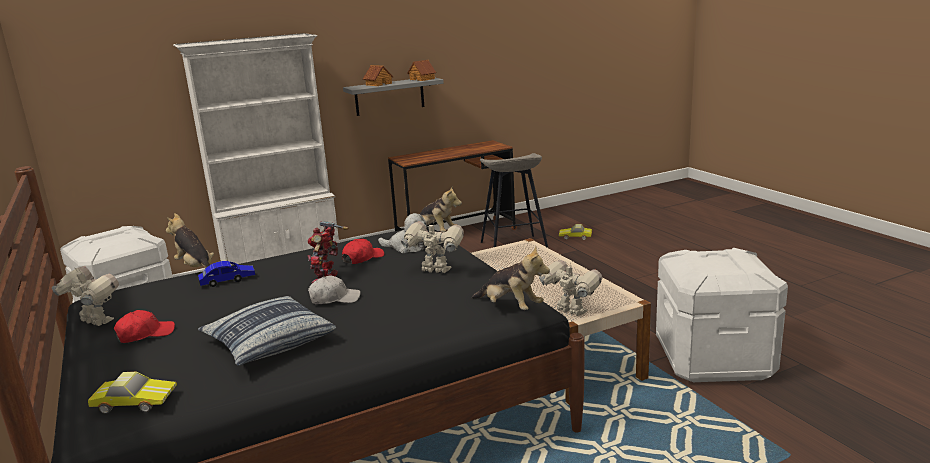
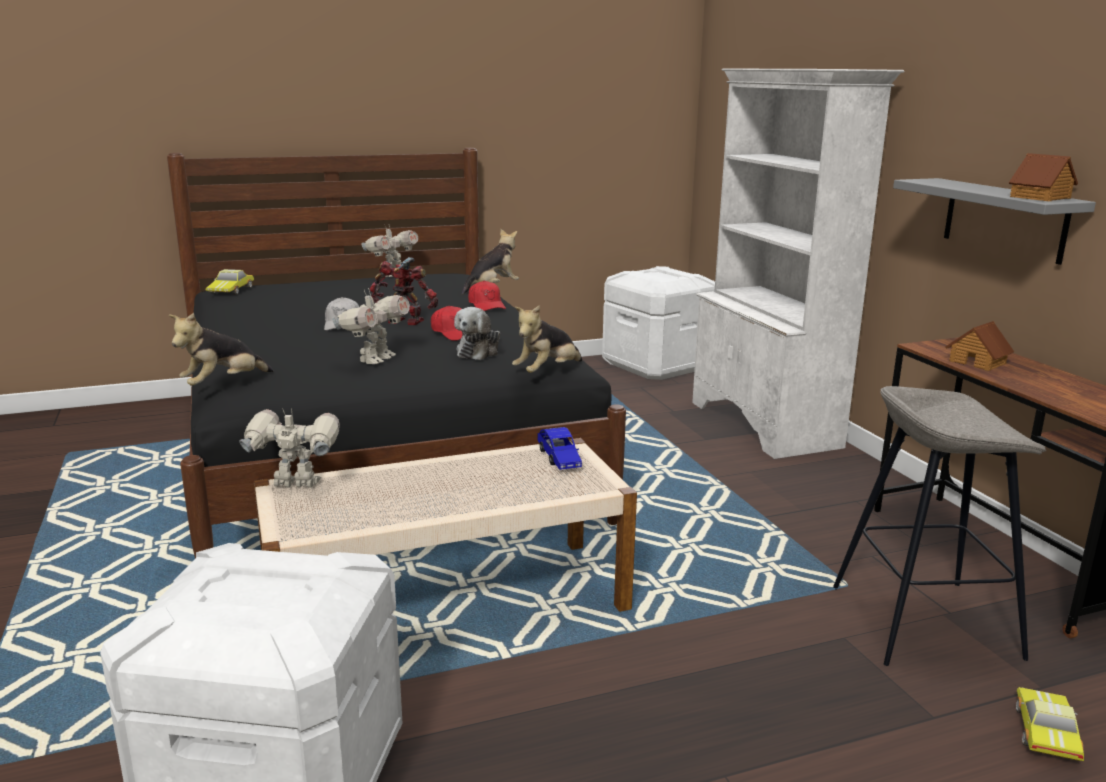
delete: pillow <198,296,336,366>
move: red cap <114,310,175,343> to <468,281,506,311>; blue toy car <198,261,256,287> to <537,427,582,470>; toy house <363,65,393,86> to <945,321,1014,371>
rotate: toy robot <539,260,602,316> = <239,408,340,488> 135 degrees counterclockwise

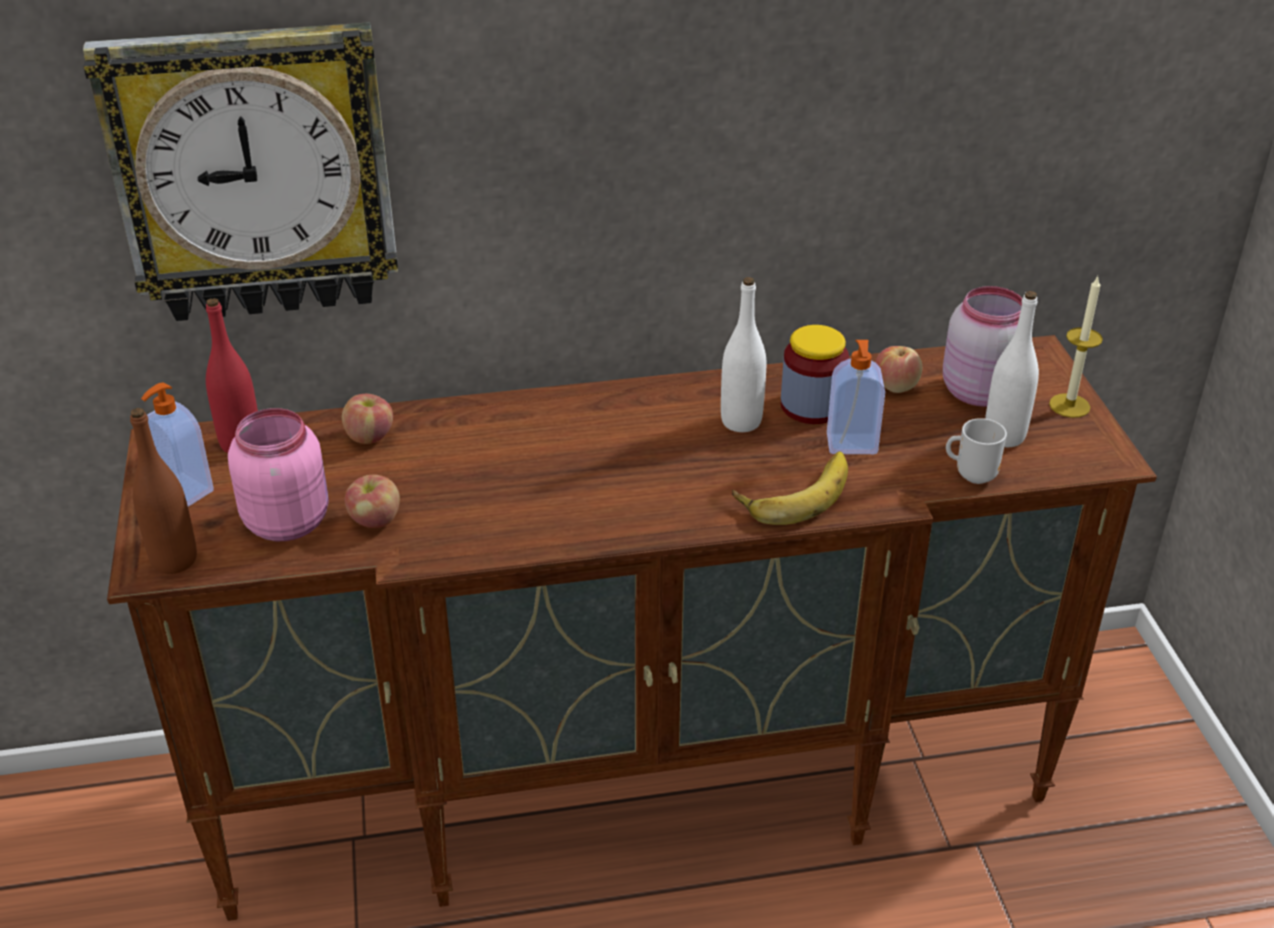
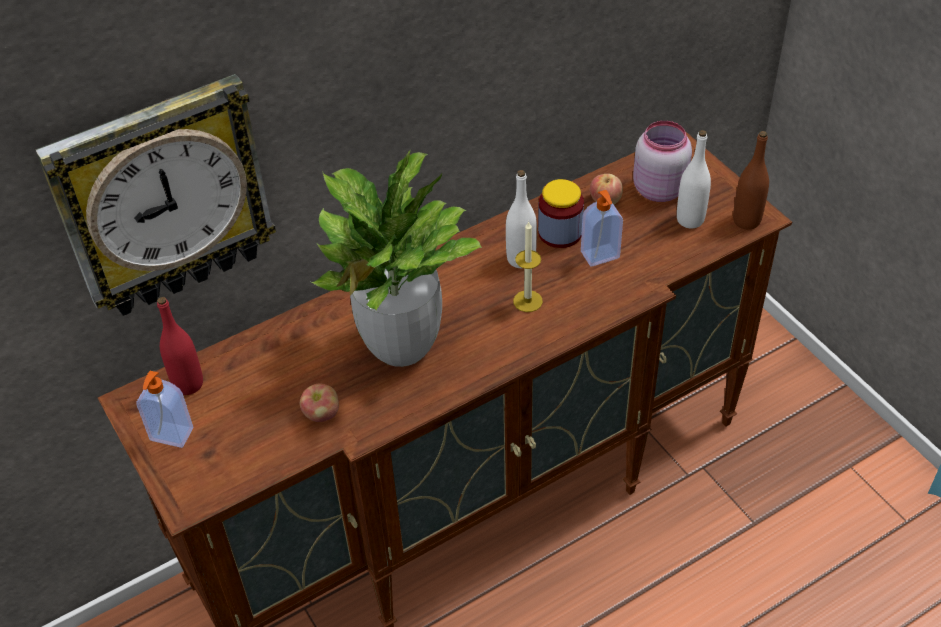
delete: pink jar <228,408,329,541>; apple <342,394,393,444>; banana <732,451,848,525>; mug <946,418,1007,484>
insert: potted plant <311,149,482,367>
move: brown bottle <130,408,197,574> to <733,131,769,230>; candle <1049,276,1103,418> to <513,221,543,312>

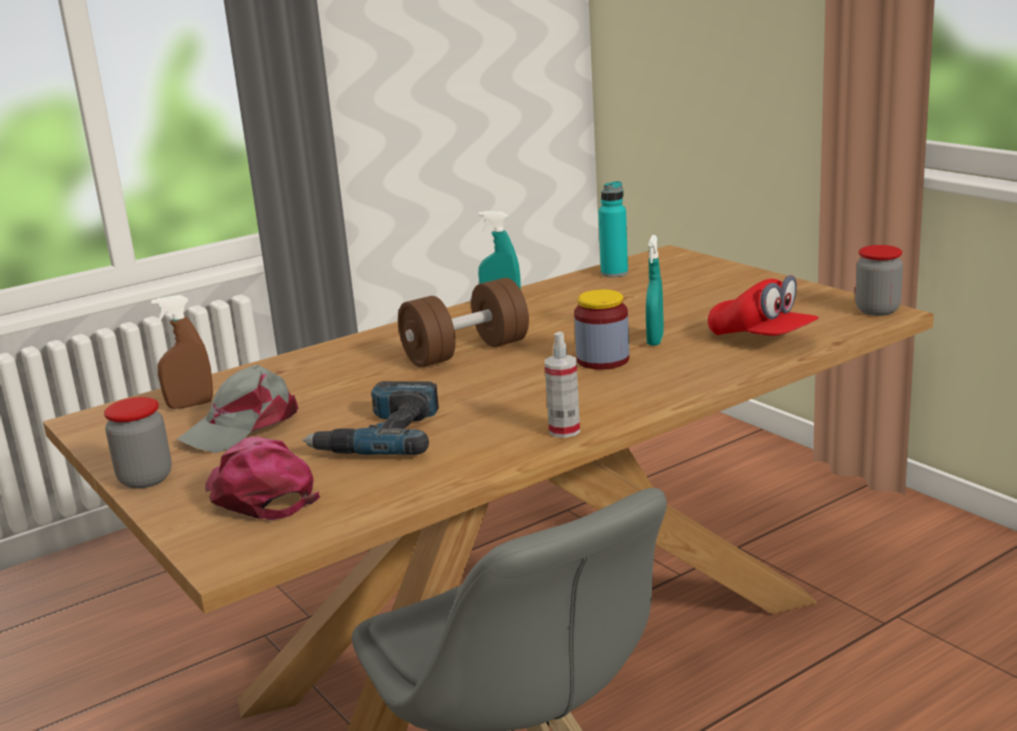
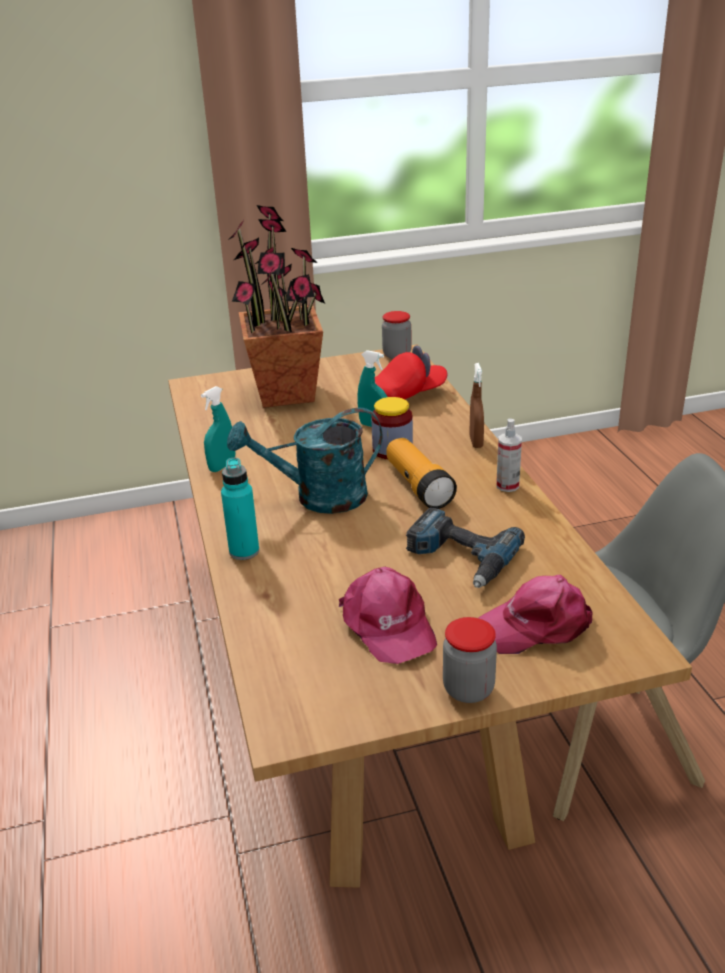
insert: potted plant <228,205,325,408>; flashlight <386,438,457,509>
move: brown spray bottle <151,295,213,409> to <469,363,484,448>; turquoise bottle <598,181,628,277> to <221,458,259,560>
replace: brown dumbbell <398,278,529,367> to turquoise watering can <227,407,383,514>
recolor: grey cap <177,365,299,453> to pink cap <339,567,437,664>

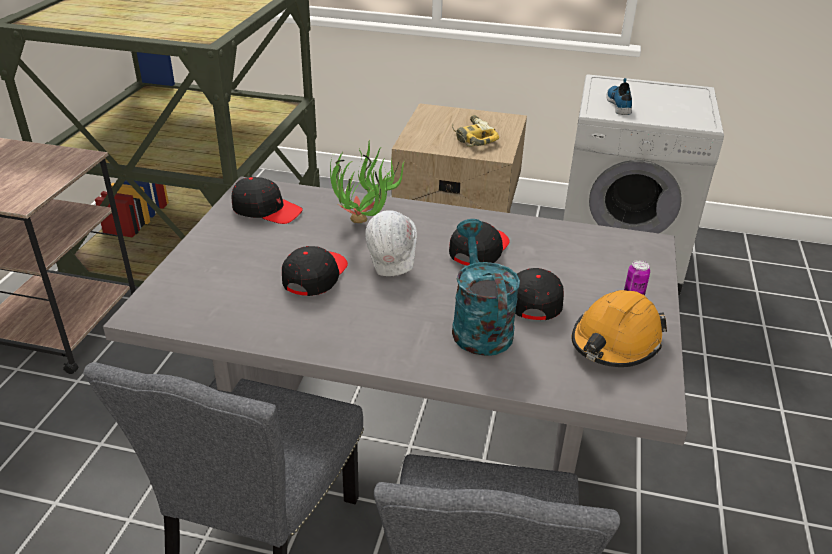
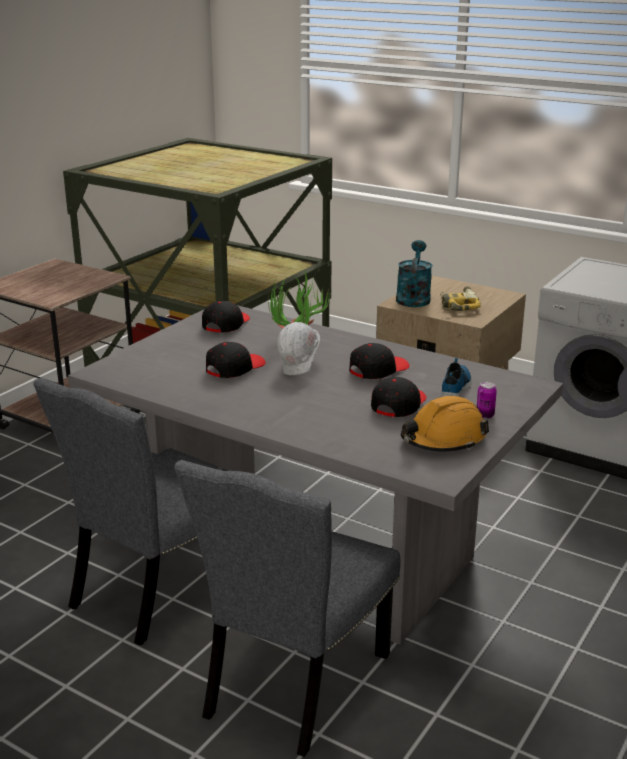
move: turquoise watering can <452,219,520,356> to <396,240,432,307>; shoe <606,78,632,115> to <440,358,472,397>
rotate: black cap <232,177,303,224> = <202,301,250,333> 105 degrees counterclockwise

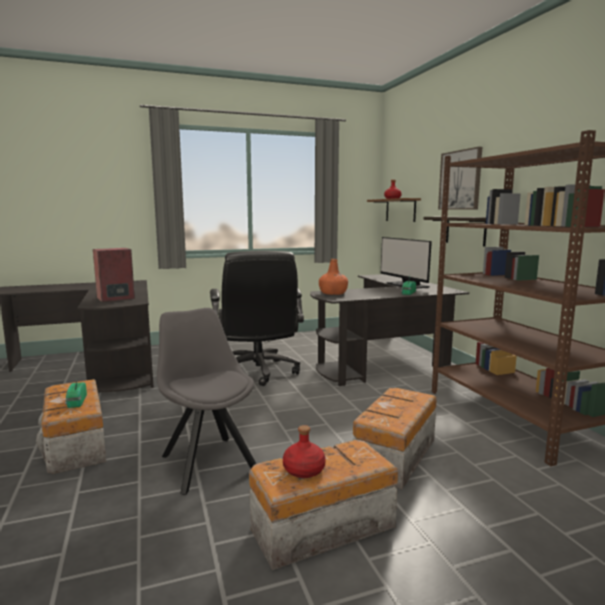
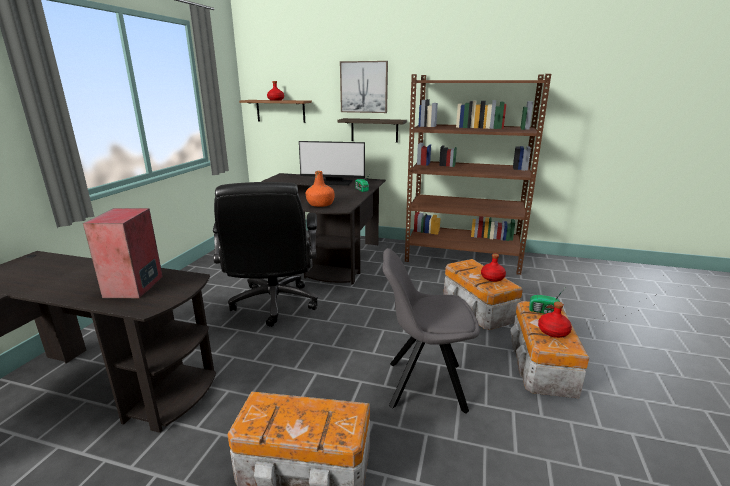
insert: red bottle <481,254,506,282>
move: radio <65,380,87,408> to <529,288,565,314>
rotate: black office chair <210,251,304,386> = <213,182,318,327> 60 degrees clockwise

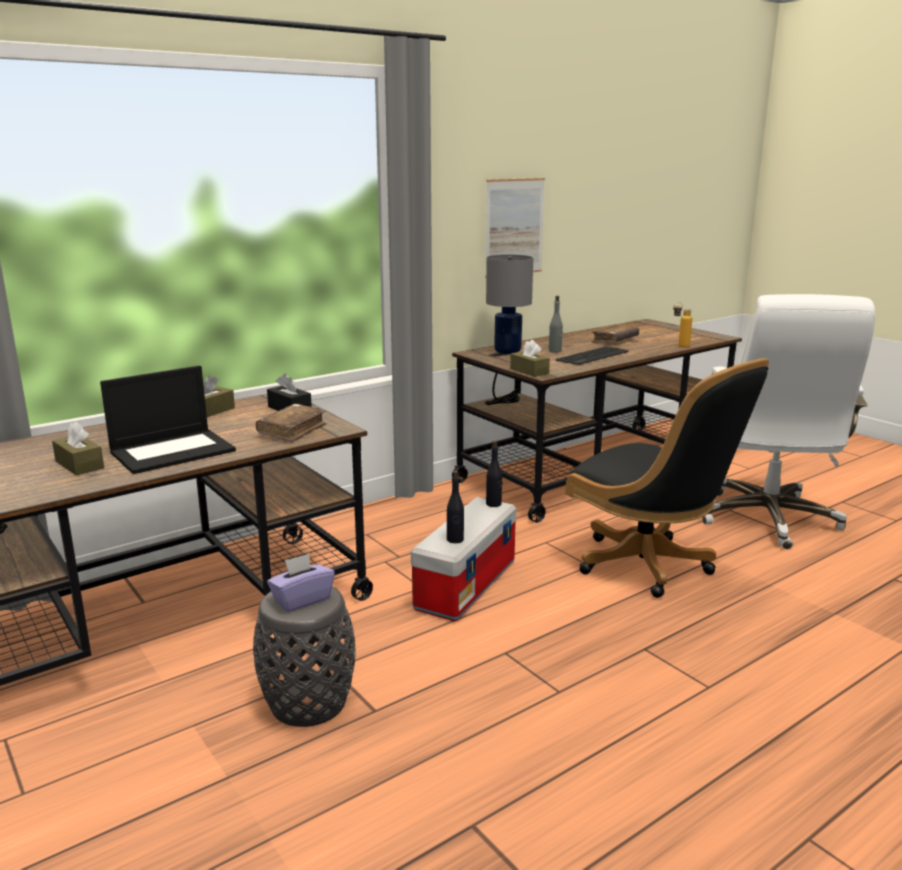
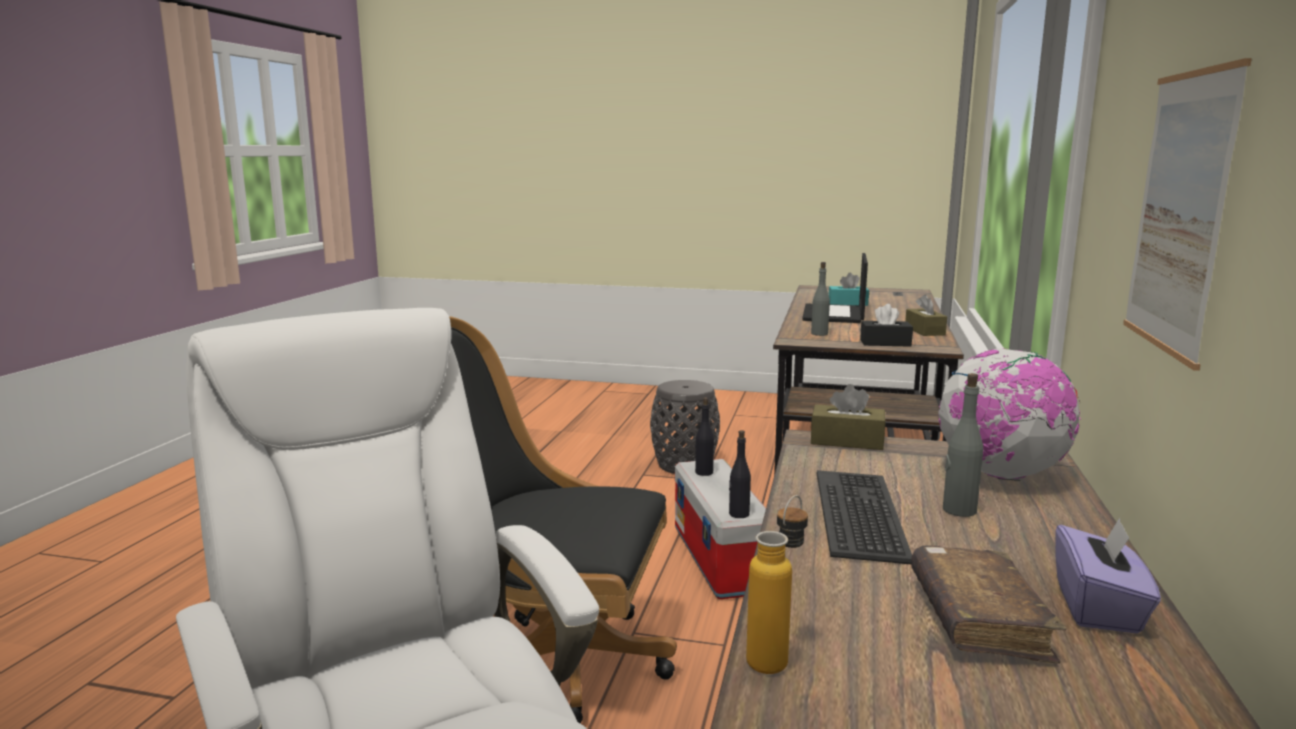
move: purple tissue box <267,553,335,612> to <1055,517,1161,634>
replace: brown book <256,404,326,443> to grey bottle <811,262,830,336>; grey table lamp <486,255,533,354> to globe <938,348,1081,479>
recolor: brown tissue box <52,422,104,475> to turquoise tissue box <828,273,869,306>

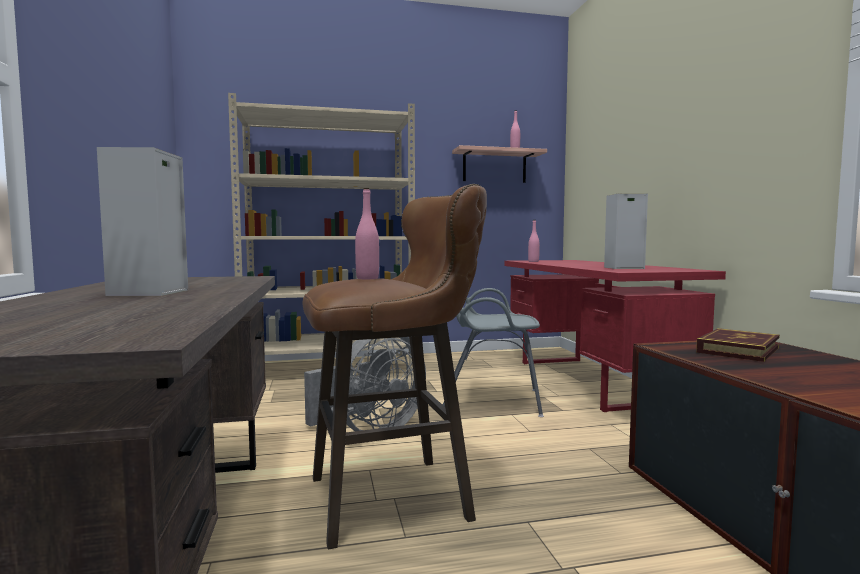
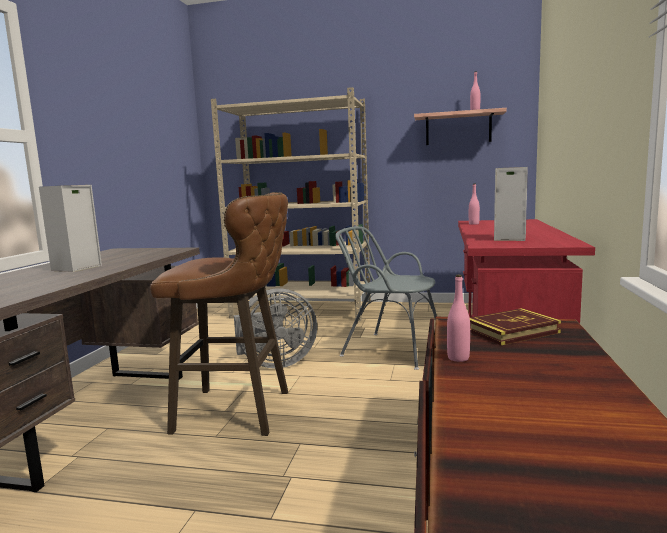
move: pink bottle <355,188,379,279> to <447,275,470,362>

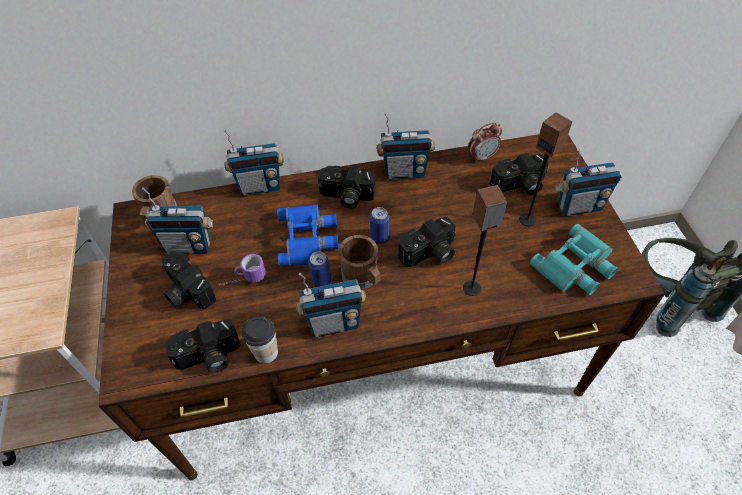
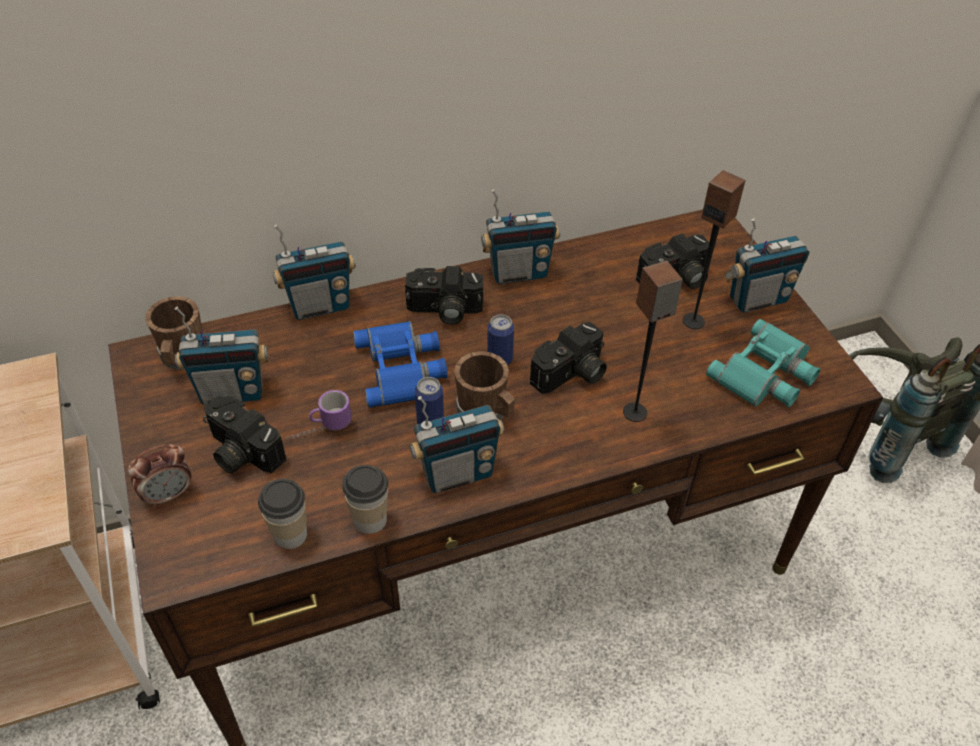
move: alarm clock <468,123,502,163> to <128,444,192,508>
replace: photo camera <165,319,241,373> to cup <258,479,307,549>

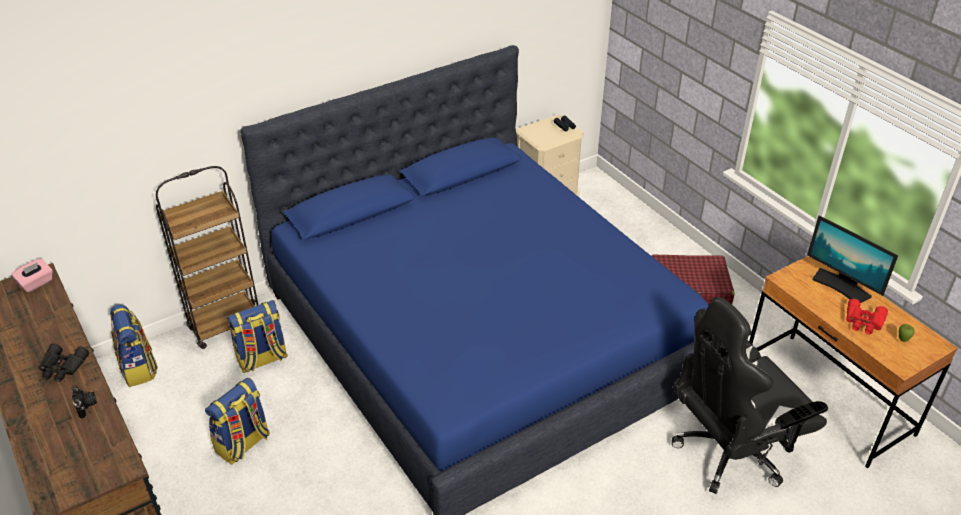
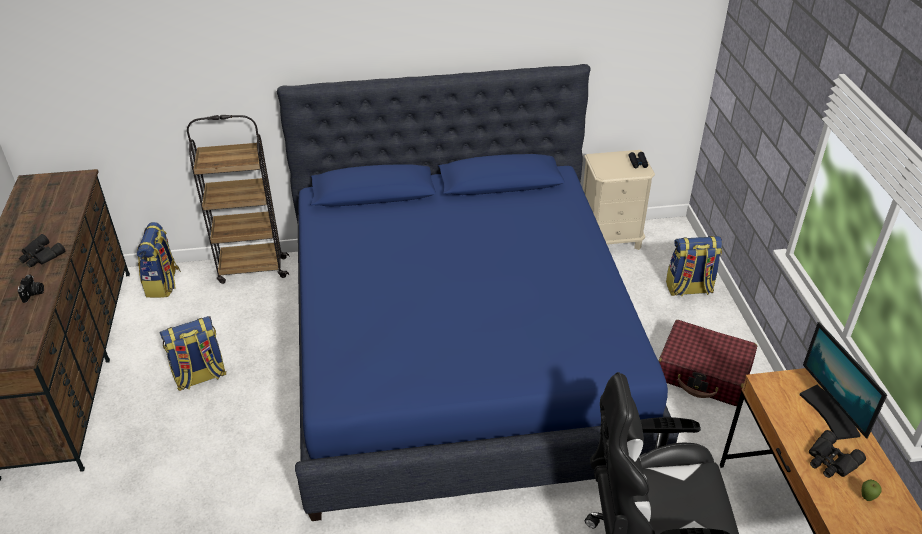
delete: pink tissue box <11,259,53,292>
move: backpack <226,300,288,373> to <666,236,722,296>
recolor: red binoculars <846,299,888,335> to black binoculars <809,430,866,478>

